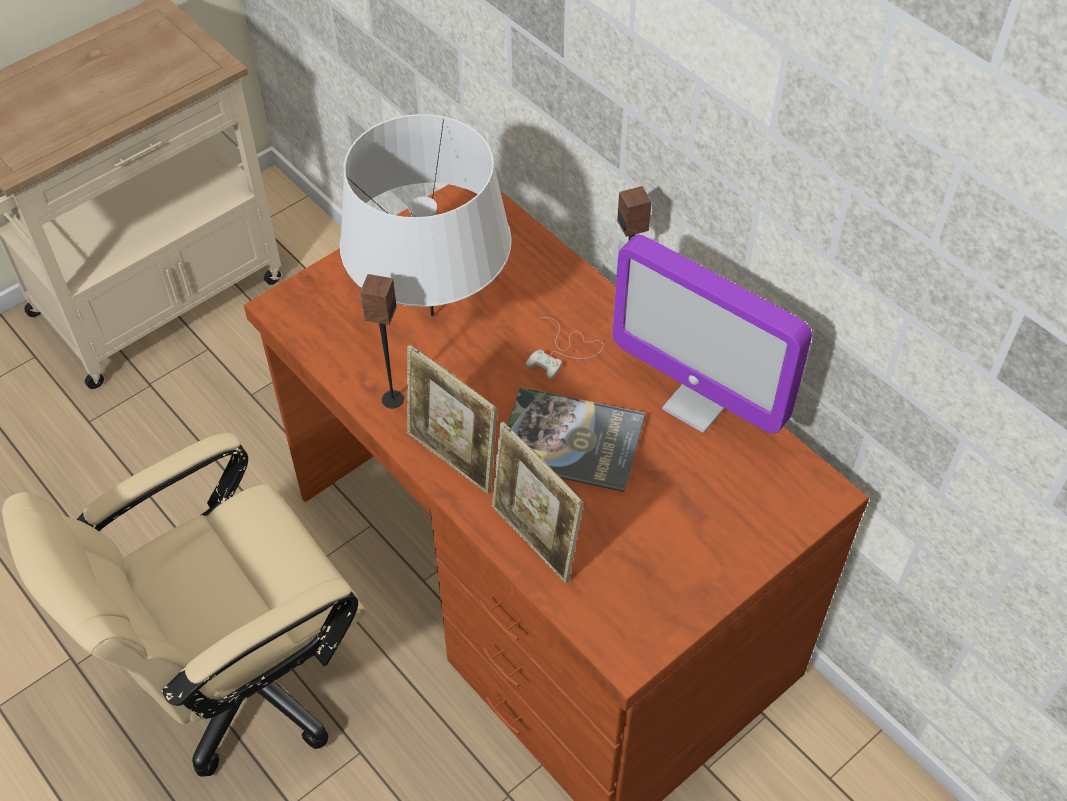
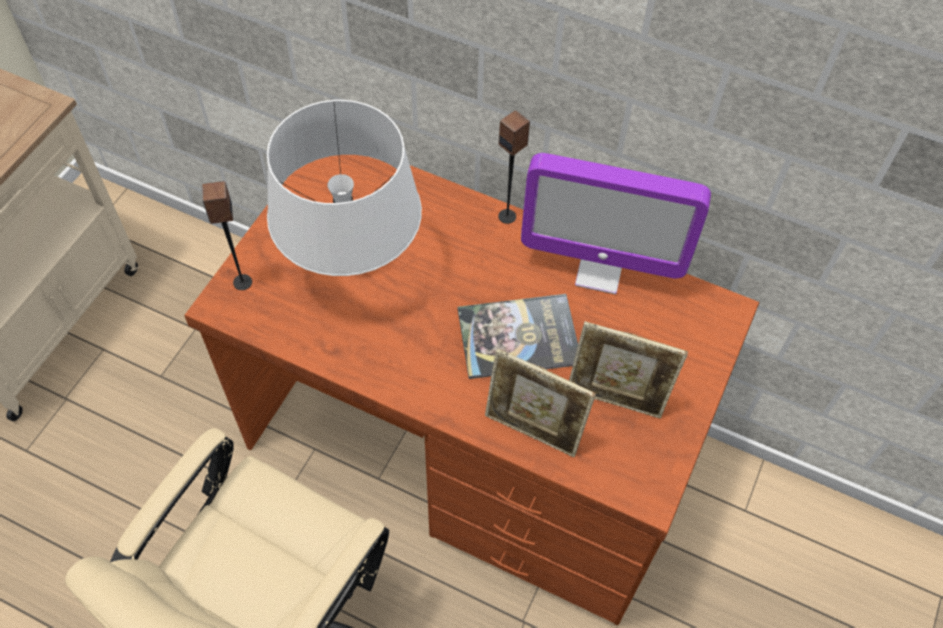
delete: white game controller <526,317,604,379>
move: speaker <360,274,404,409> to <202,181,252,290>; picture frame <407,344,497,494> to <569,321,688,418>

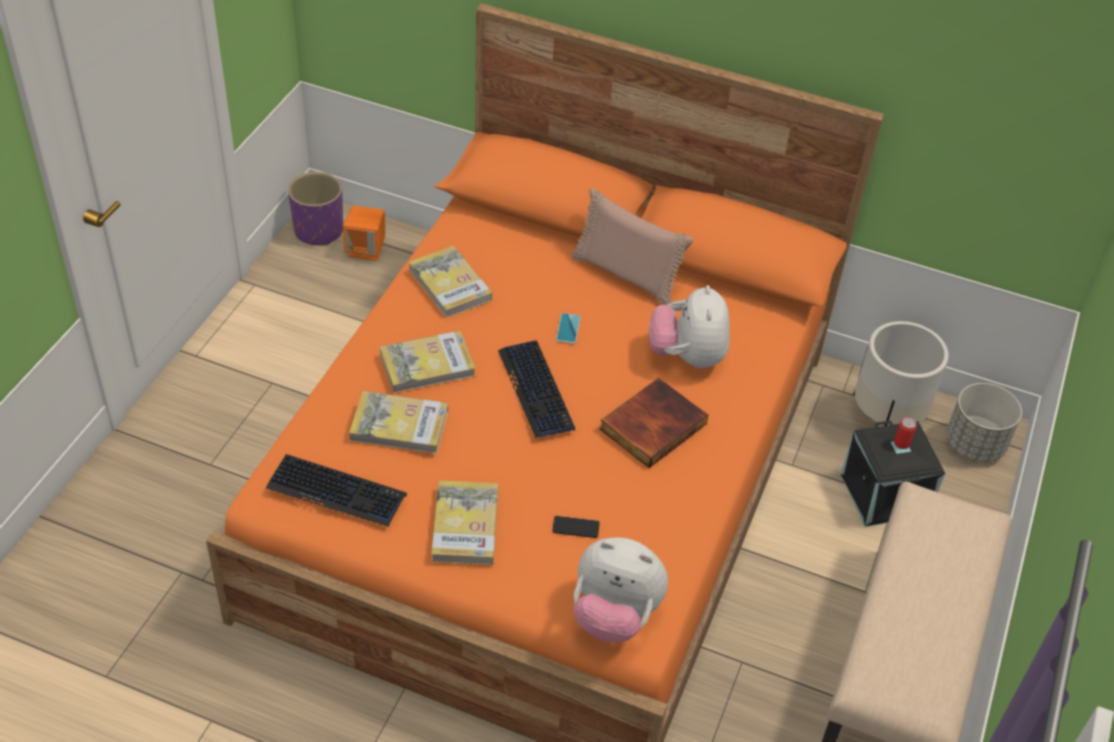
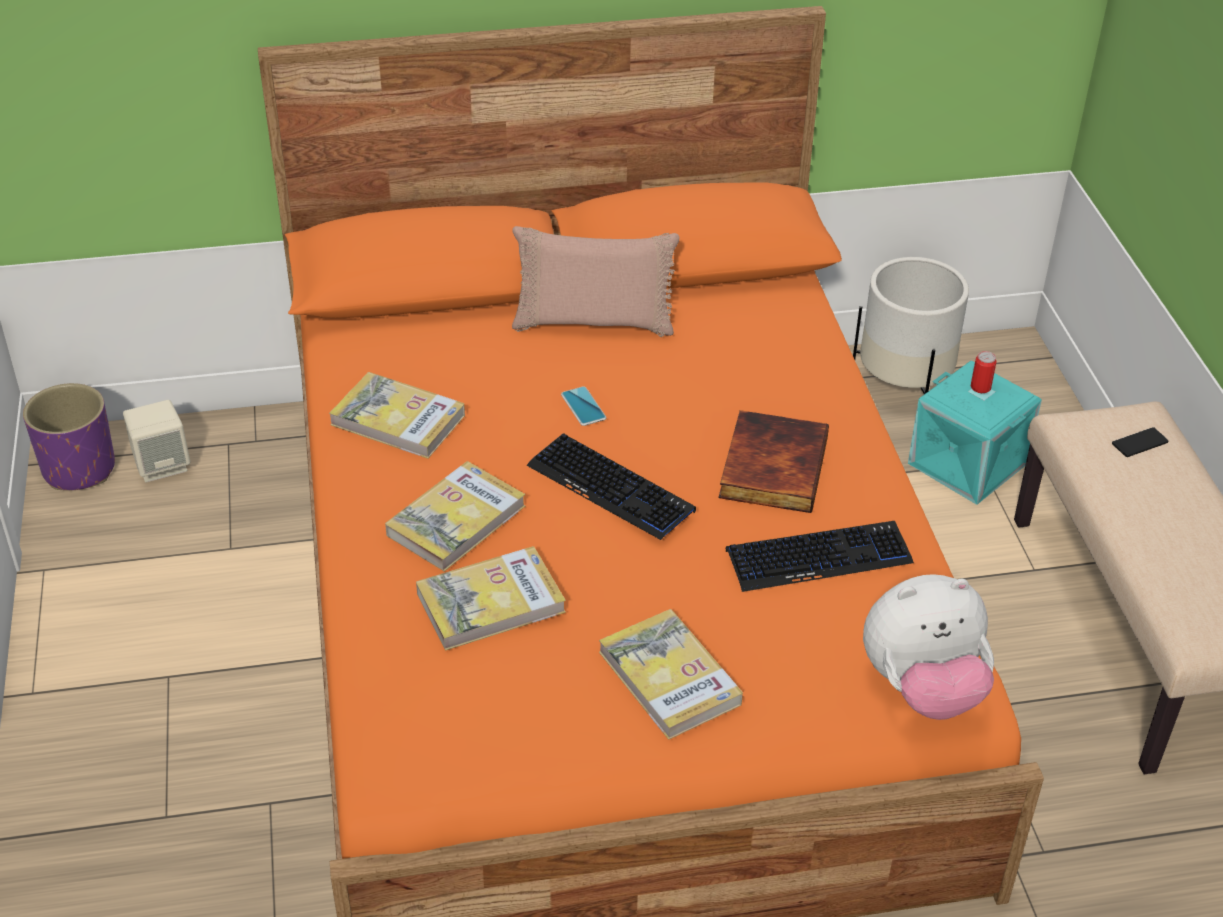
delete: plush toy <649,285,730,368>; grey planter <946,383,1022,462>
move: keyboard <266,454,407,527> to <726,521,914,592>; phone <552,516,600,538> to <1112,427,1168,457>
recolor: orange speaker <343,206,385,261> to beige speaker <123,400,190,482>; black storage box <841,420,945,527> to turquoise storage box <908,361,1042,505>

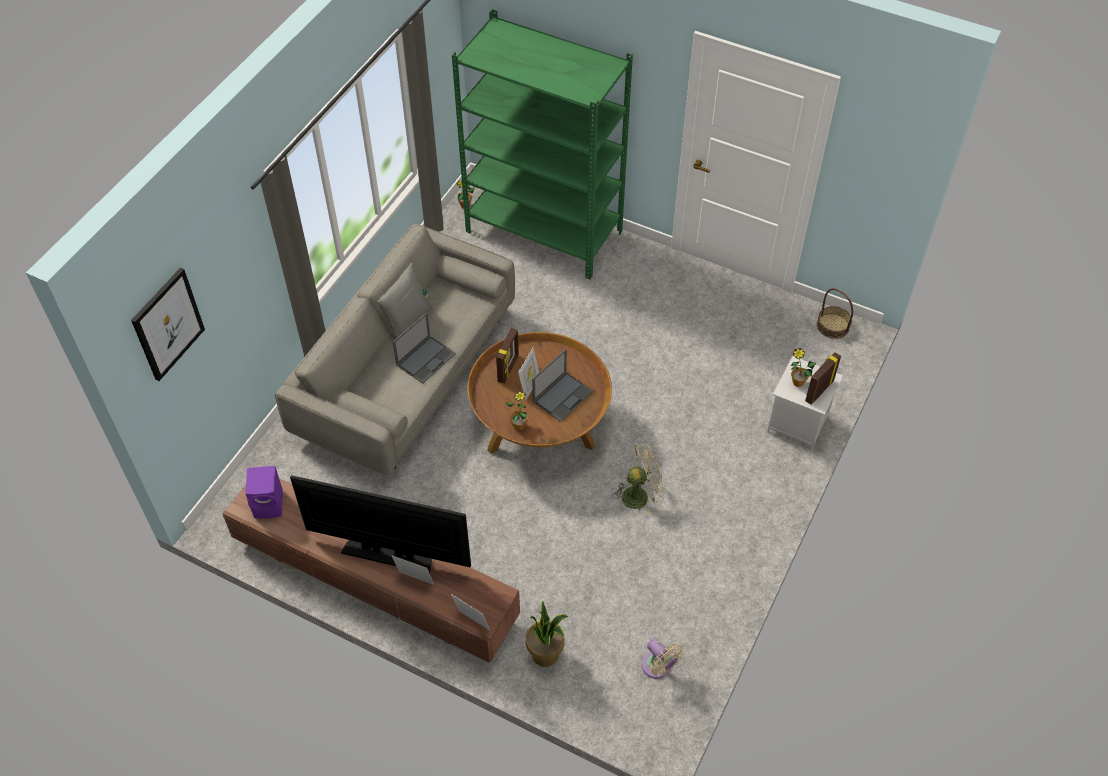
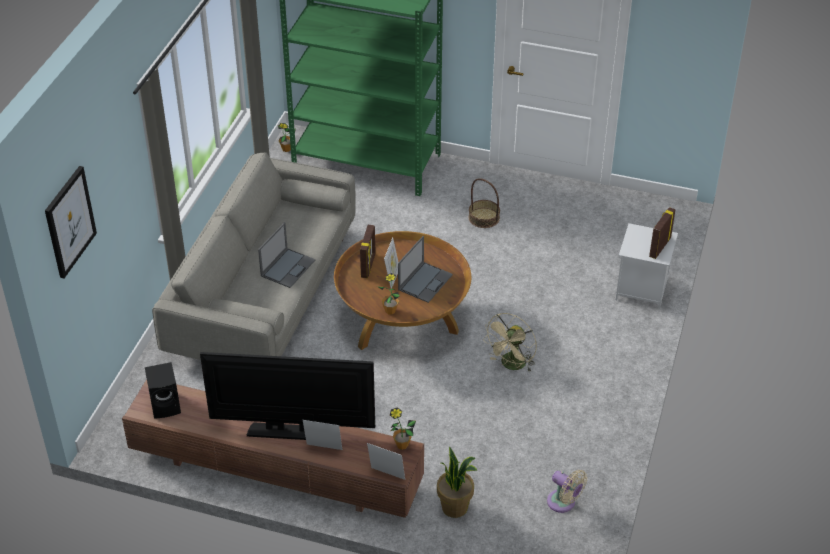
delete: grey pillow <377,263,432,338>
move: potted plant <791,348,816,387> to <390,407,416,450>; basket <817,288,853,339> to <469,178,500,228>
recolor: purple speaker <245,466,283,519> to black speaker <145,362,181,419>
rotate: beige fan <613,444,666,515> = <483,313,537,372> 150 degrees clockwise

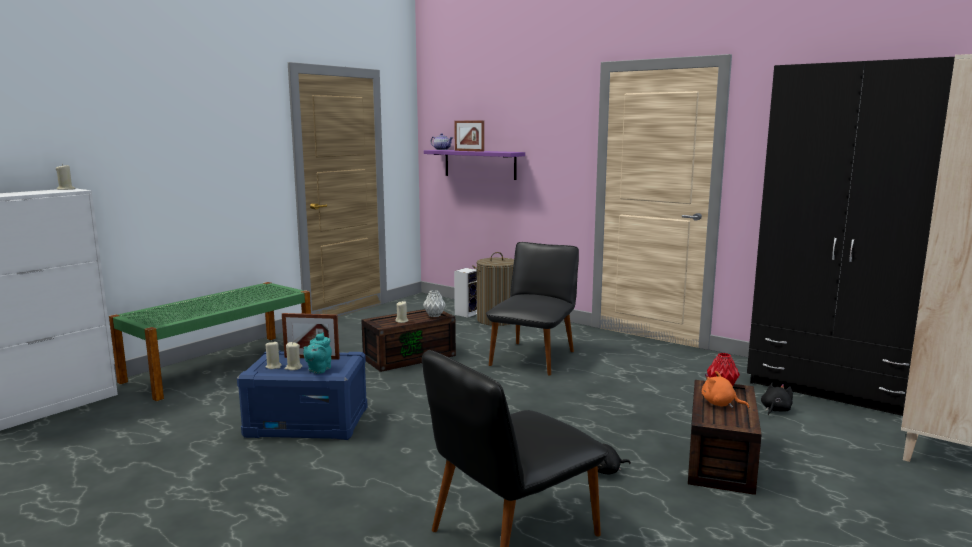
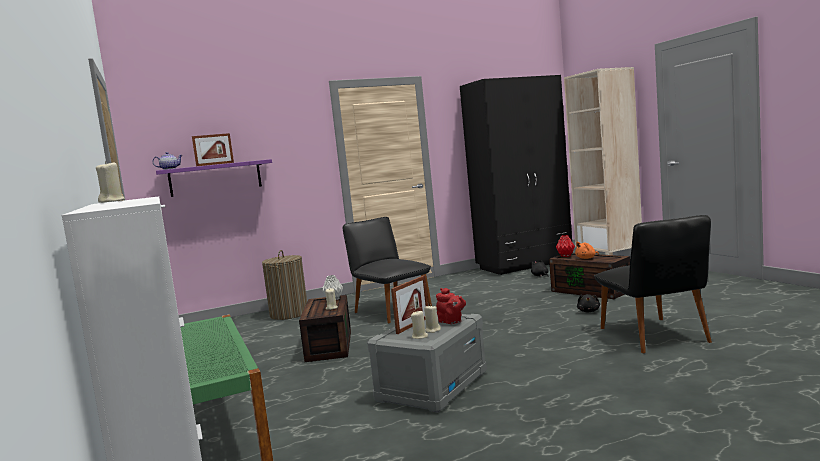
delete: speaker <454,268,477,318>
recolor: blue storage box <237,350,368,440> to grey storage box <367,314,487,413>; turquoise teapot <303,332,332,374> to red teapot <436,288,466,324>

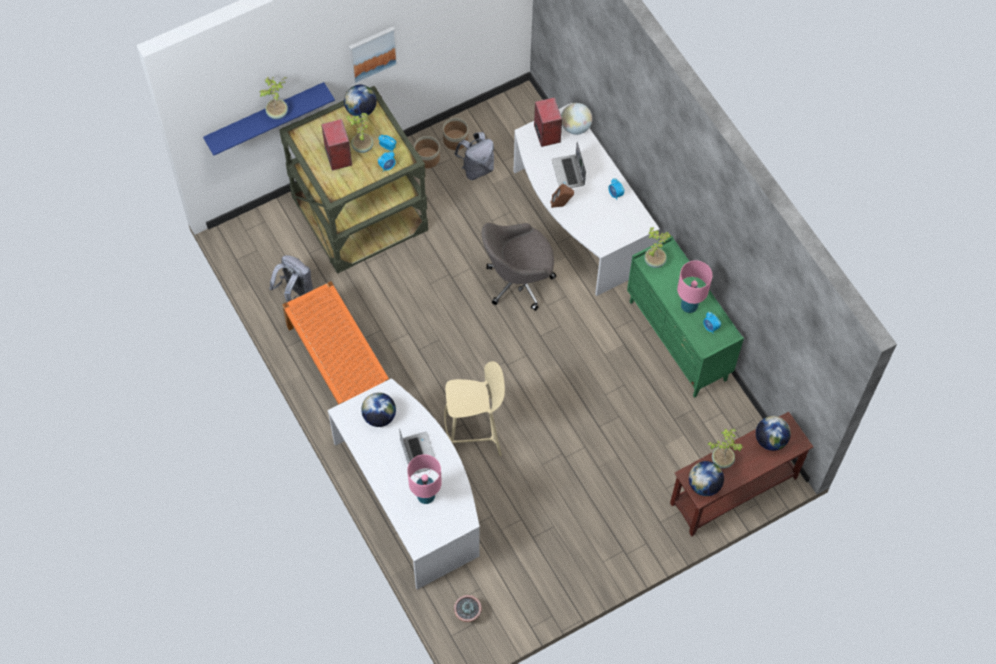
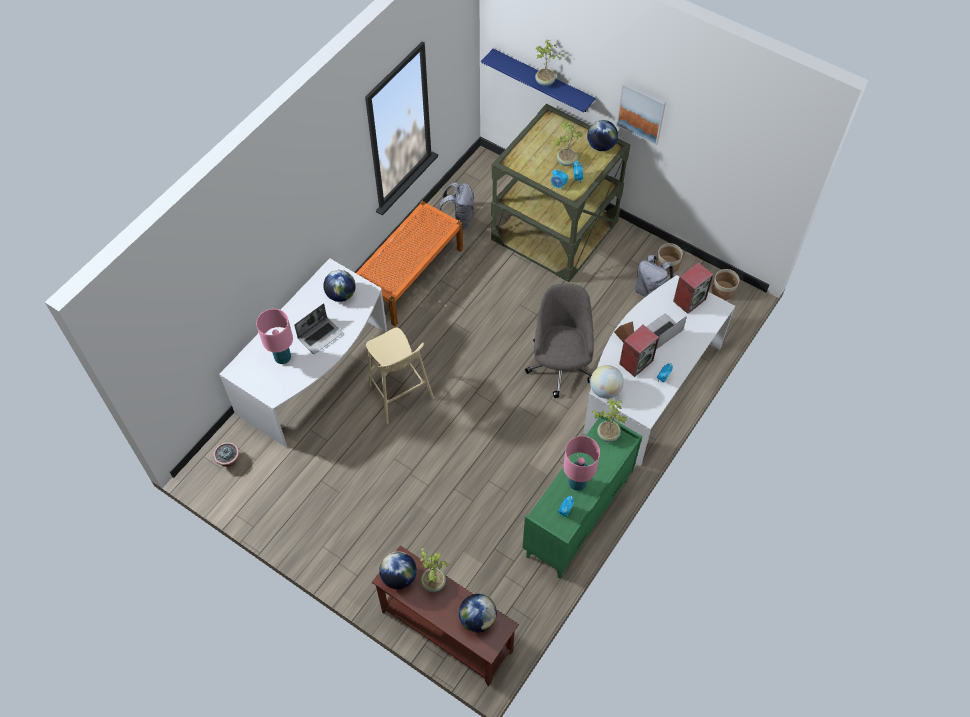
move: speaker <321,119,352,171> to <619,325,659,377>; planter <414,136,440,168> to <711,269,739,300>; globe <561,103,592,135> to <590,365,624,399>
rotate: grey office chair <482,223,556,311> = <525,283,594,398> 45 degrees clockwise

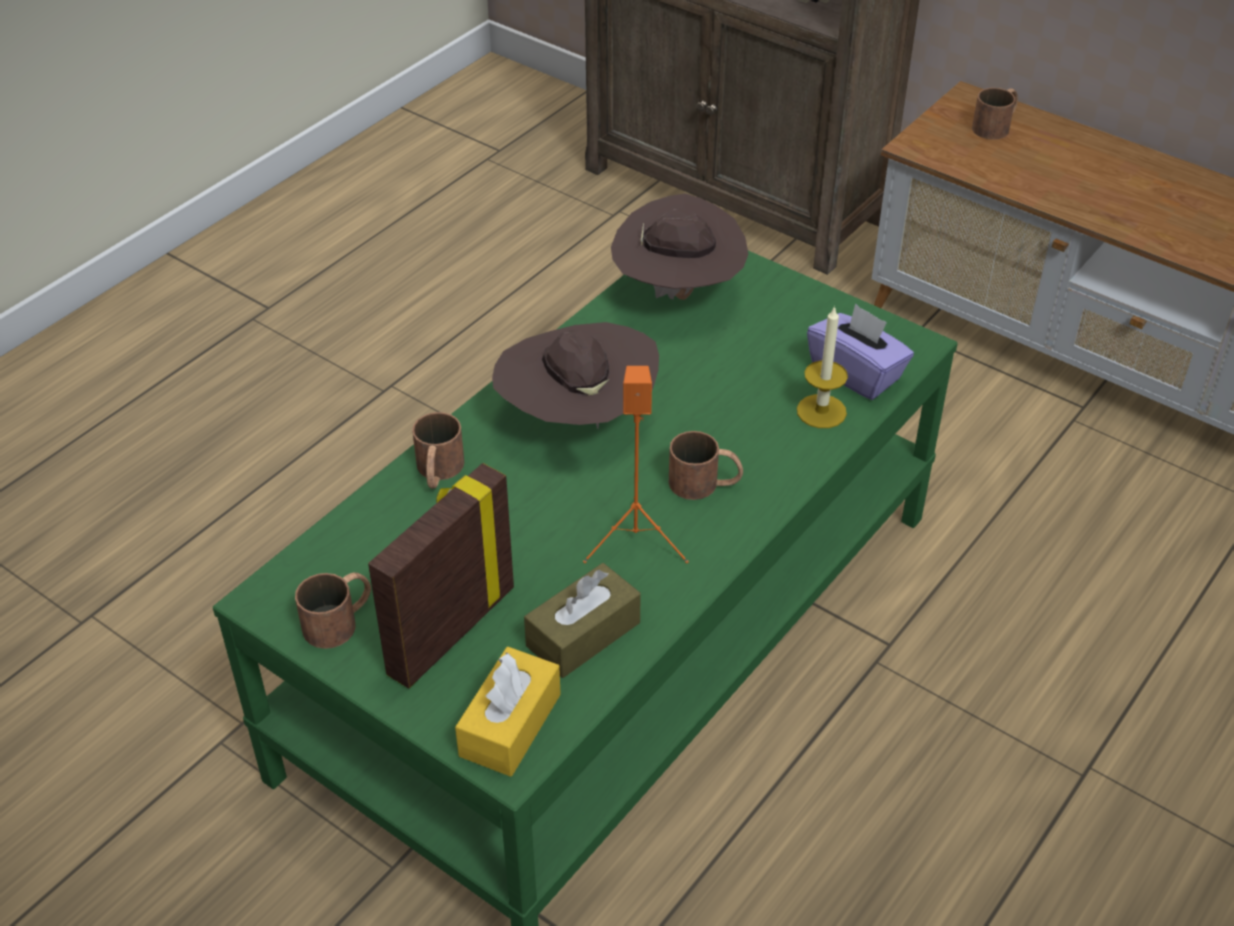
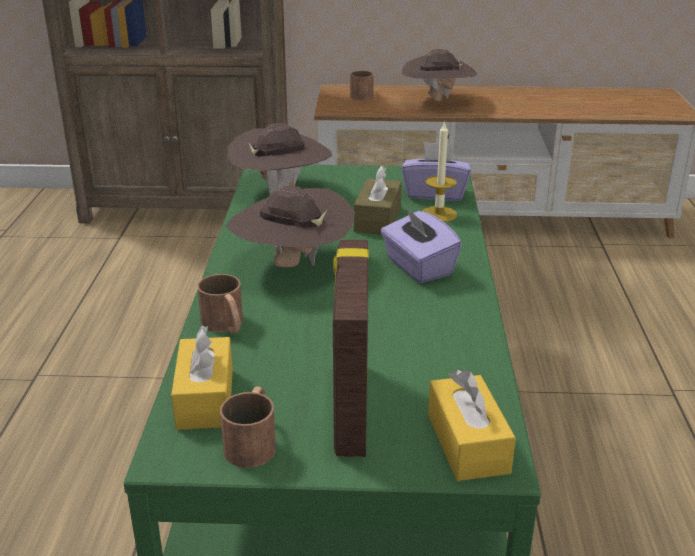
delete: orange speaker <583,366,689,563>
insert: yellow tissue box <171,325,233,430>; brown hat <402,49,477,101>
move: brown tissue box <524,563,641,678> to <354,165,402,235>
replace: brown mug <669,431,743,500> to purple tissue box <381,207,462,283>

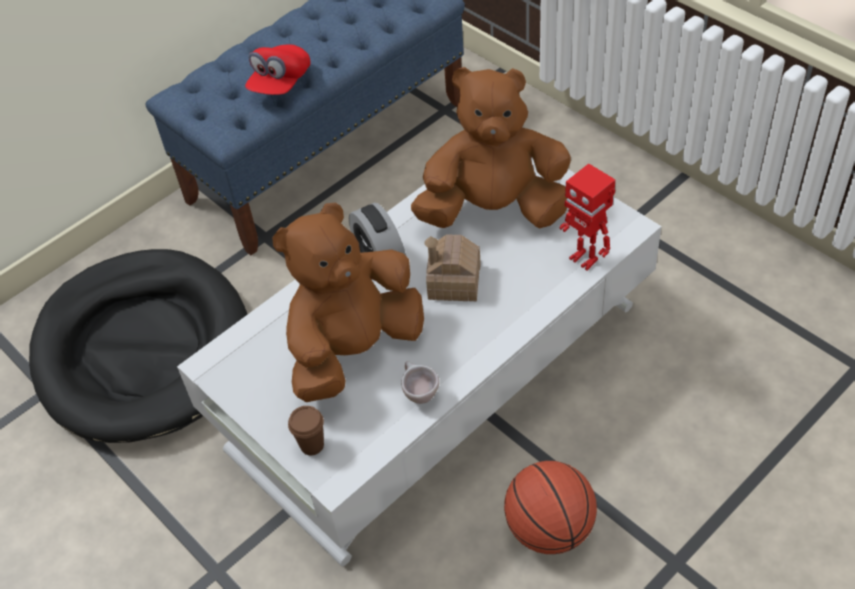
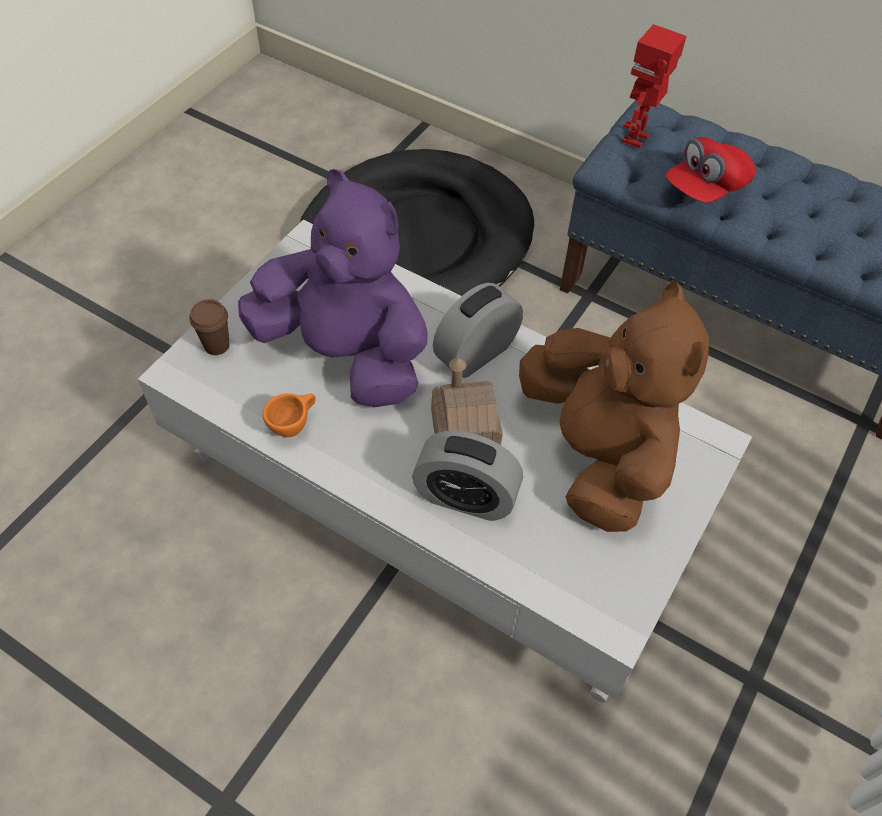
delete: basketball <504,461,597,554>
insert: alarm clock <412,431,523,521>
move: toy robot <560,163,615,270> to <622,24,686,148>
recolor: brown plush toy <272,203,424,402> to purple plush toy <238,169,428,408>; beige cup <401,361,439,404> to orange cup <262,393,316,437>
rotate: red cap <245,44,310,95> = <666,137,756,203> 45 degrees counterclockwise

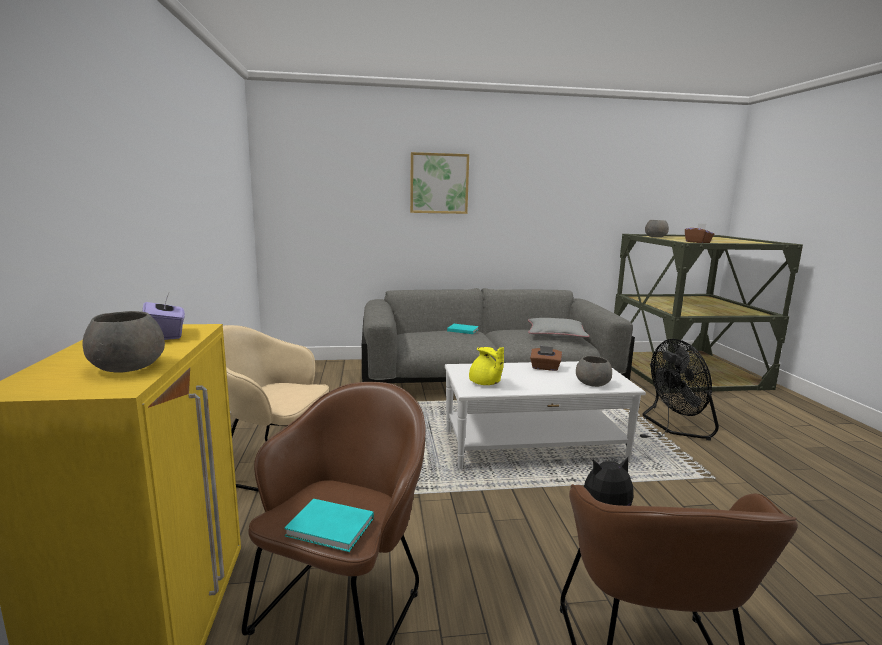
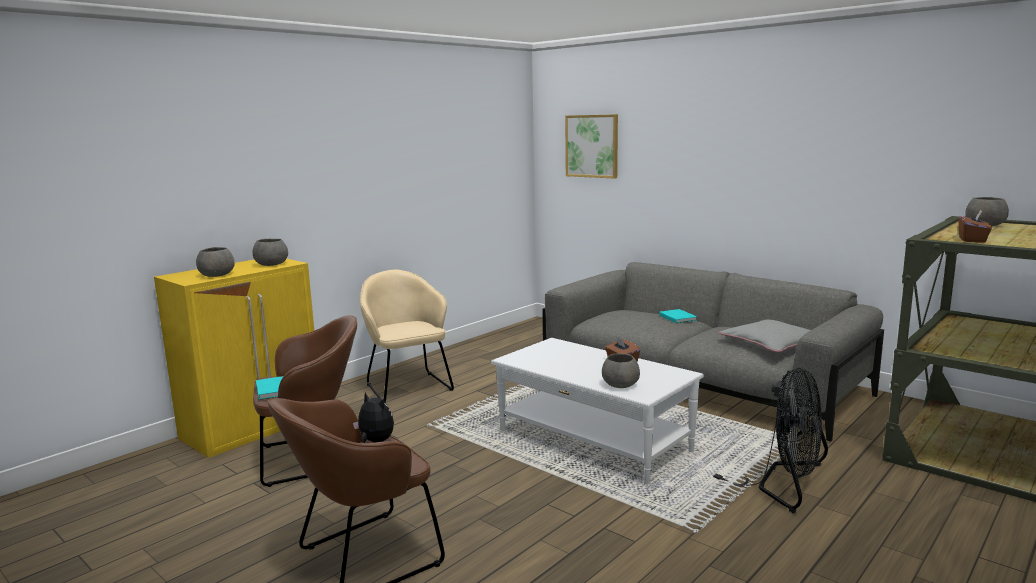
delete: yellow teapot <469,347,504,385>
move: picture <410,152,469,214> to <565,114,618,179>
replace: purple tissue box <142,291,185,340> to grey bowl <253,239,288,266>

